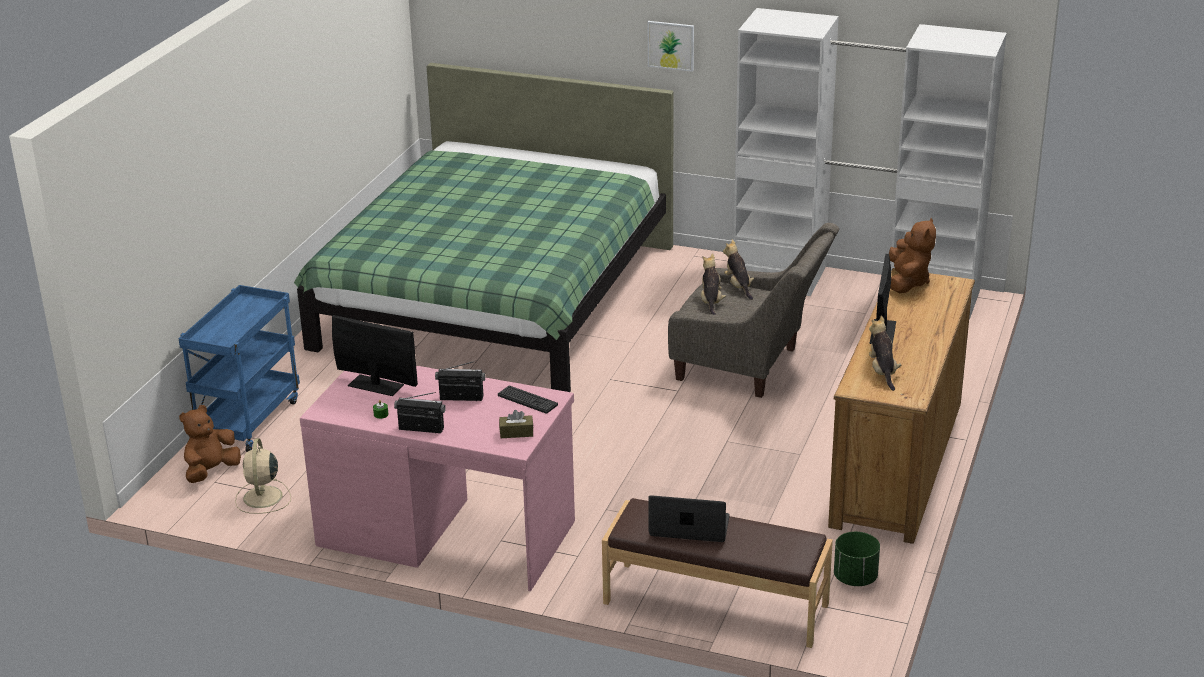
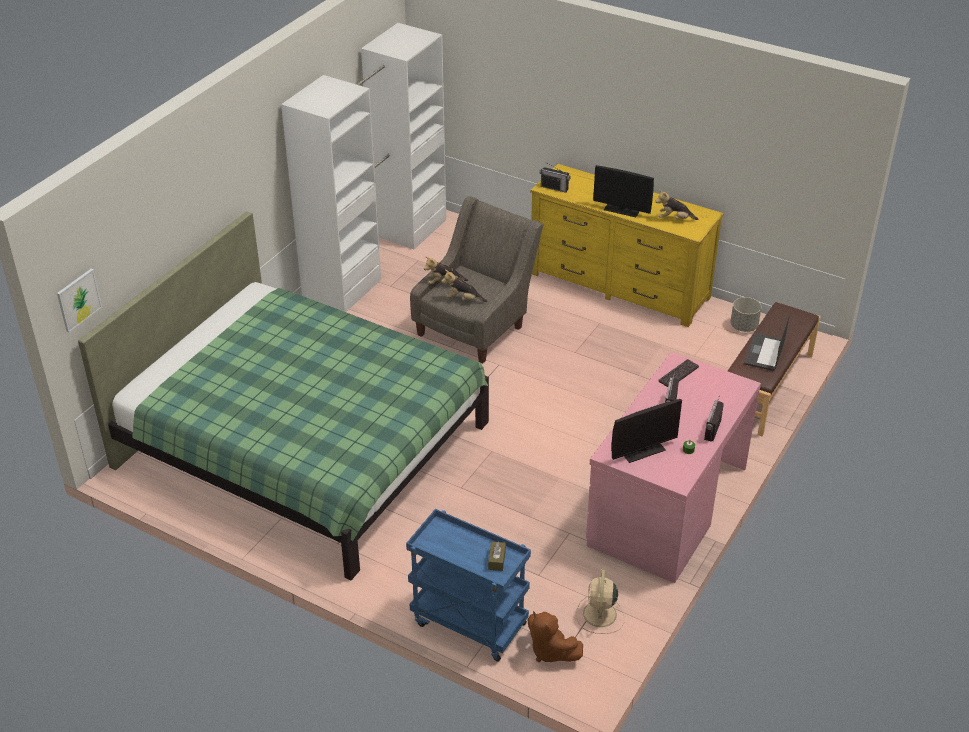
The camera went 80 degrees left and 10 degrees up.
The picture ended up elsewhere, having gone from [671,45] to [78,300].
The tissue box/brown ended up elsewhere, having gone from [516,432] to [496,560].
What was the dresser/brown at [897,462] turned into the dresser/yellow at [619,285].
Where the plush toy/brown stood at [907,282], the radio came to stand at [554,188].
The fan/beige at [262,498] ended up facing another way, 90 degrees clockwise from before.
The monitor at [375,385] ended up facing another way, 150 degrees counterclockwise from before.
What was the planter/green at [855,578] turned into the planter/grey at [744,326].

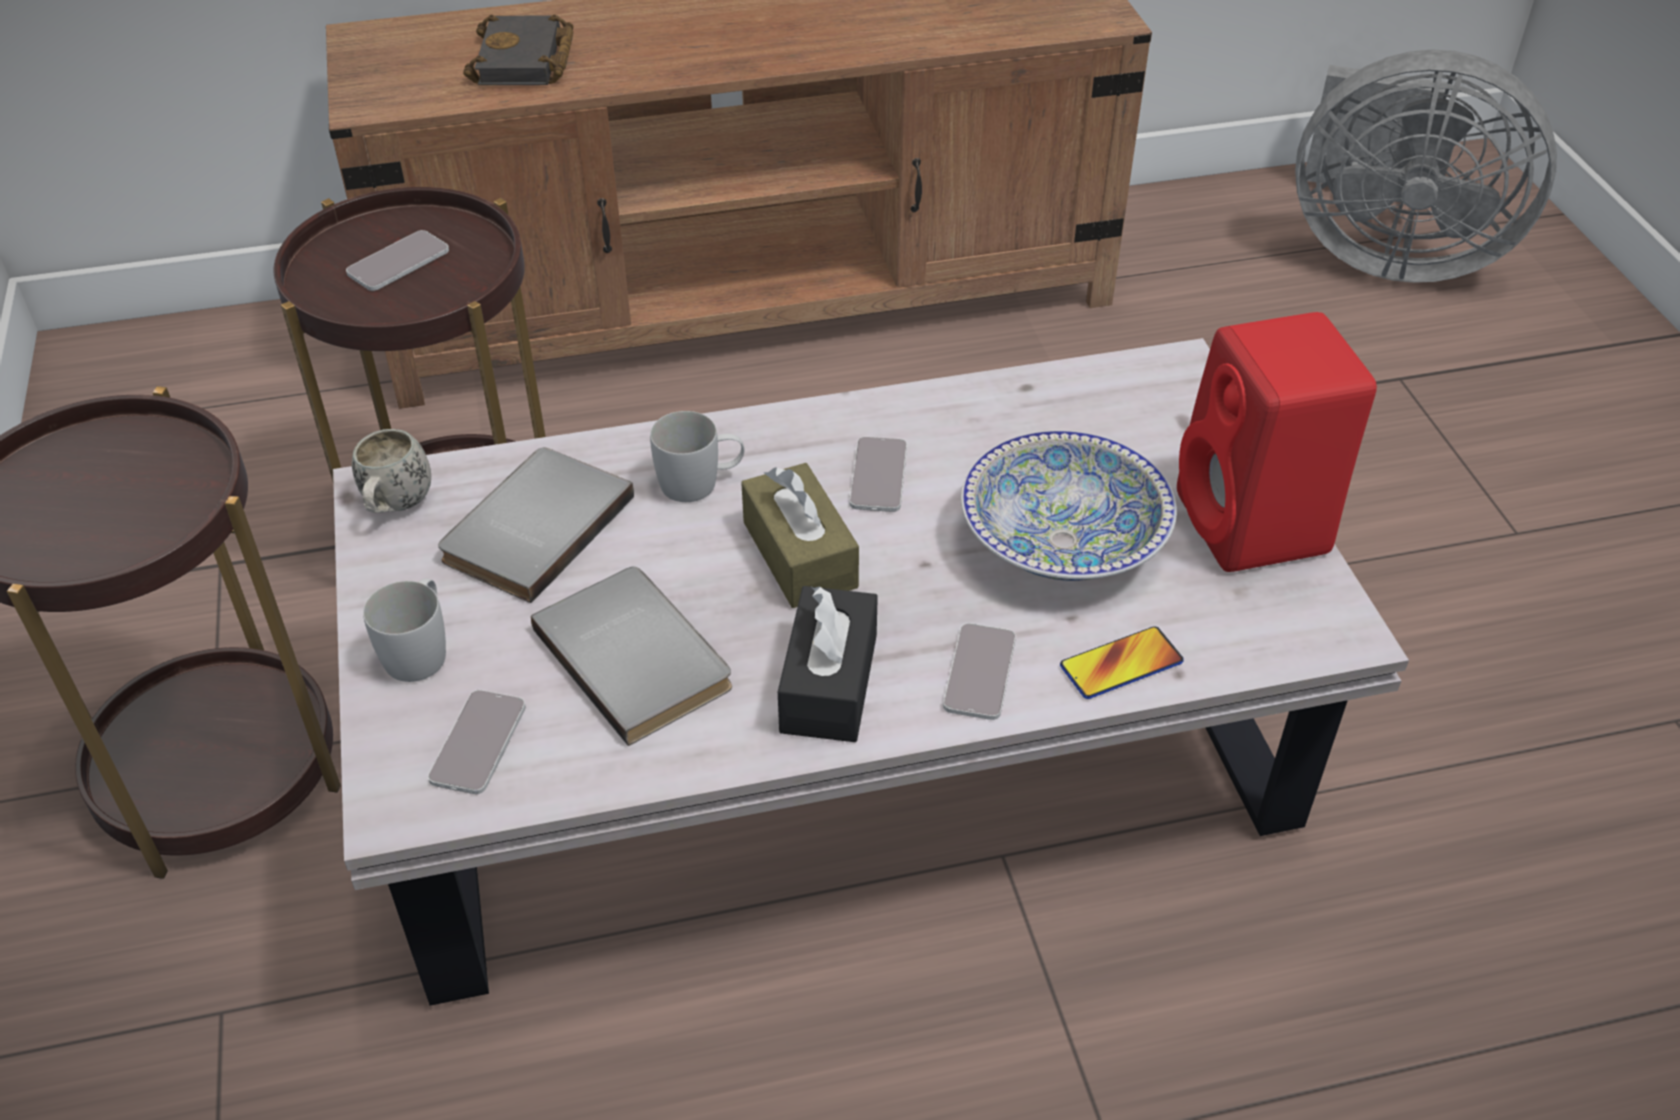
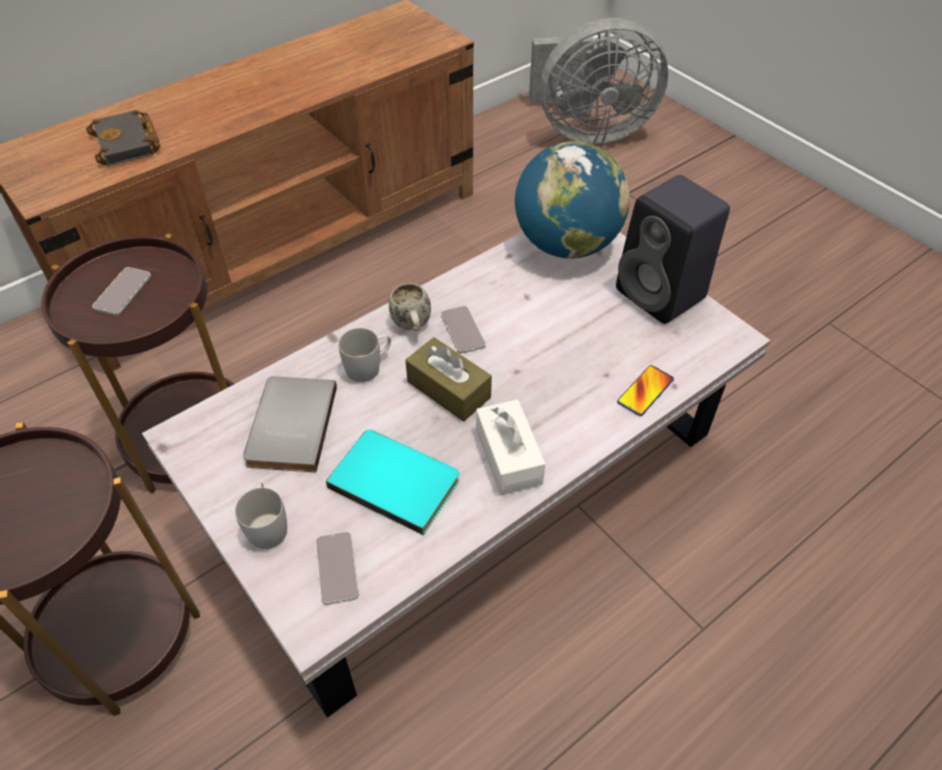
The camera went 25 degrees left and 5 degrees up.
What was the book/grey at [638,656] turned into the book/turquoise at [396,480].
The mug/white ended up elsewhere, having gone from [395,507] to [413,326].
What was the tissue box/black at [829,683] turned into the tissue box/white at [508,457].
The second view gained the globe at [566,244].
What was the speaker/red at [1255,526] turned into the speaker/black at [663,295].
The second view lost the phone at [979,673].
The second view lost the bowl at [1063,542].

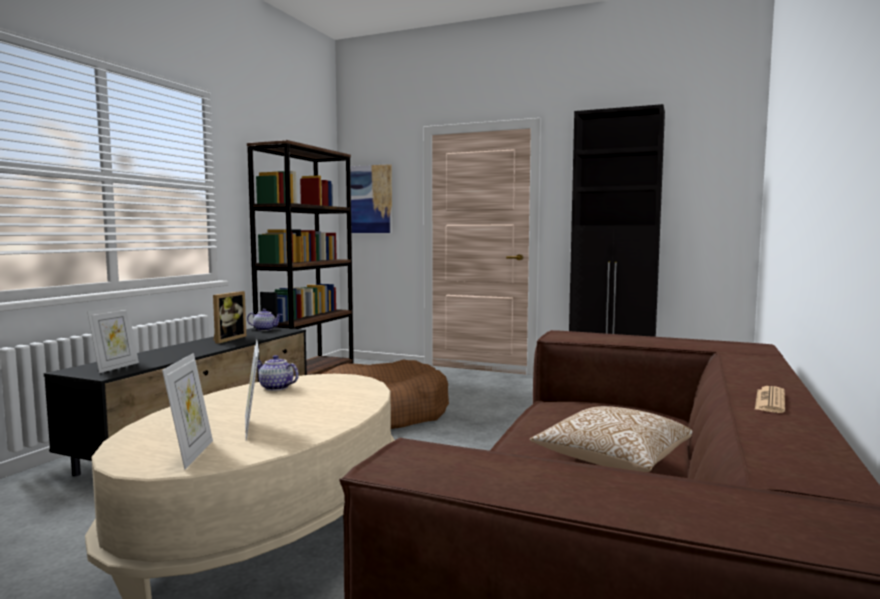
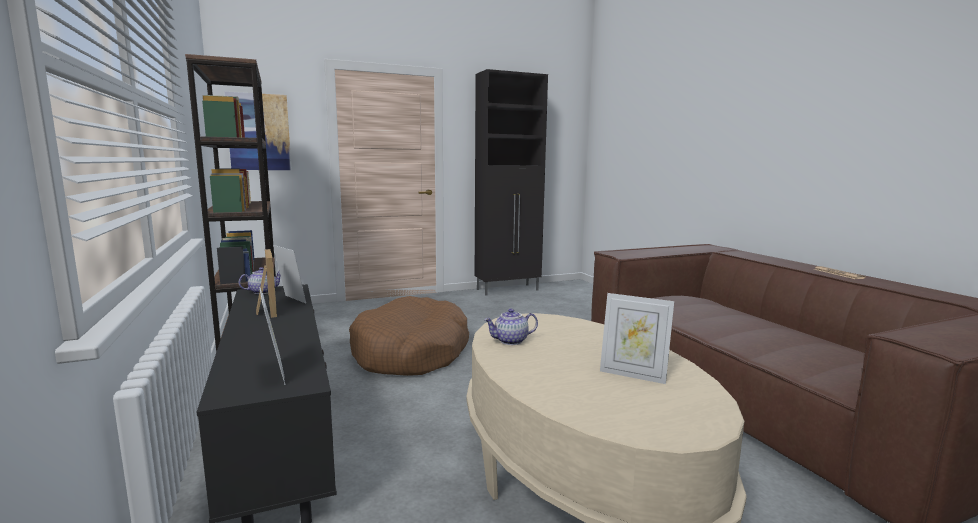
The camera went 45 degrees left and 5 degrees up.
The picture frame ended up elsewhere, having gone from [191,454] to [291,300].
The second view lost the pillow at [612,460].

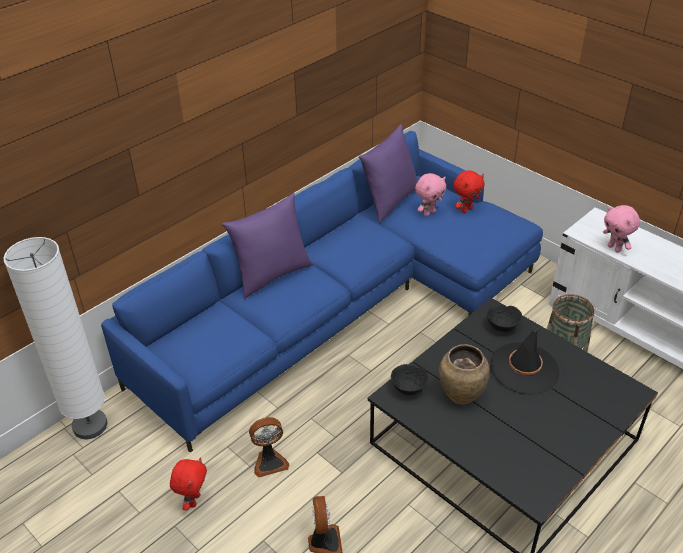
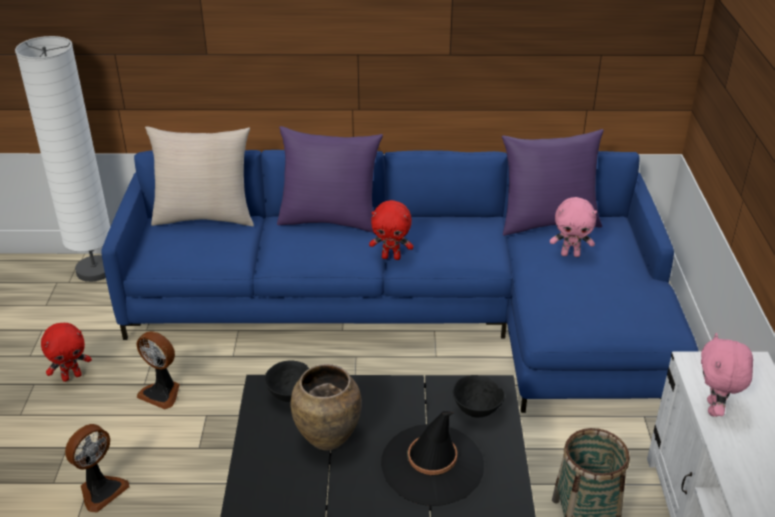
The camera went 45 degrees right and 5 degrees down.
The second view gained the pillow/beige at [205,217].
The plush toy/red ended up elsewhere, having gone from [466,209] to [391,257].

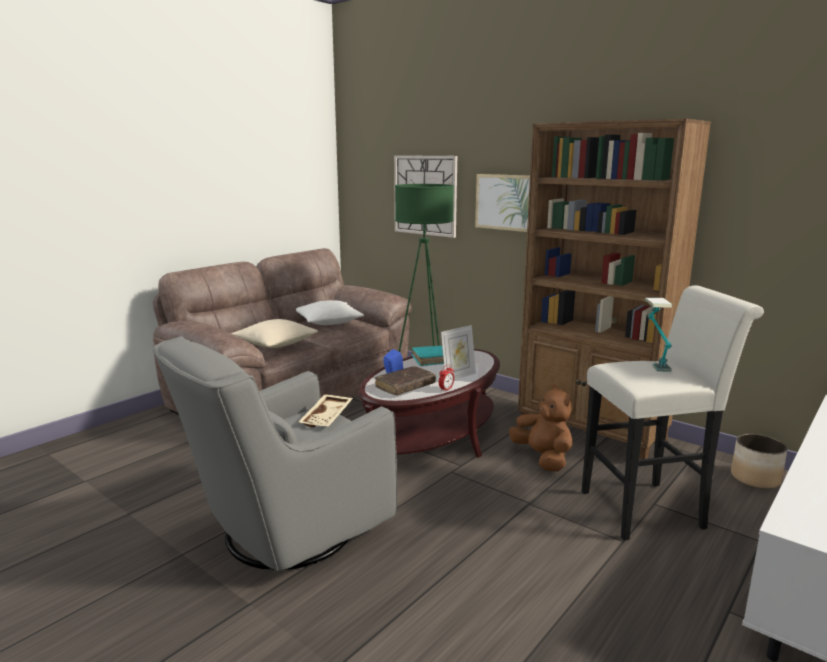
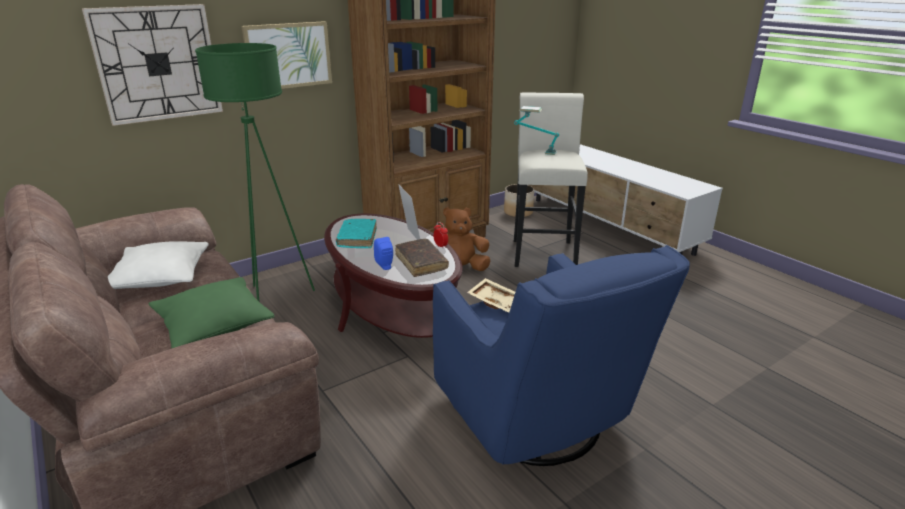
The camera went 75 degrees left and 10 degrees up.
What was the pillow/beige at [275,343] turned into the pillow/green at [214,325].
What was the armchair/grey at [284,532] turned into the armchair/blue at [538,422].

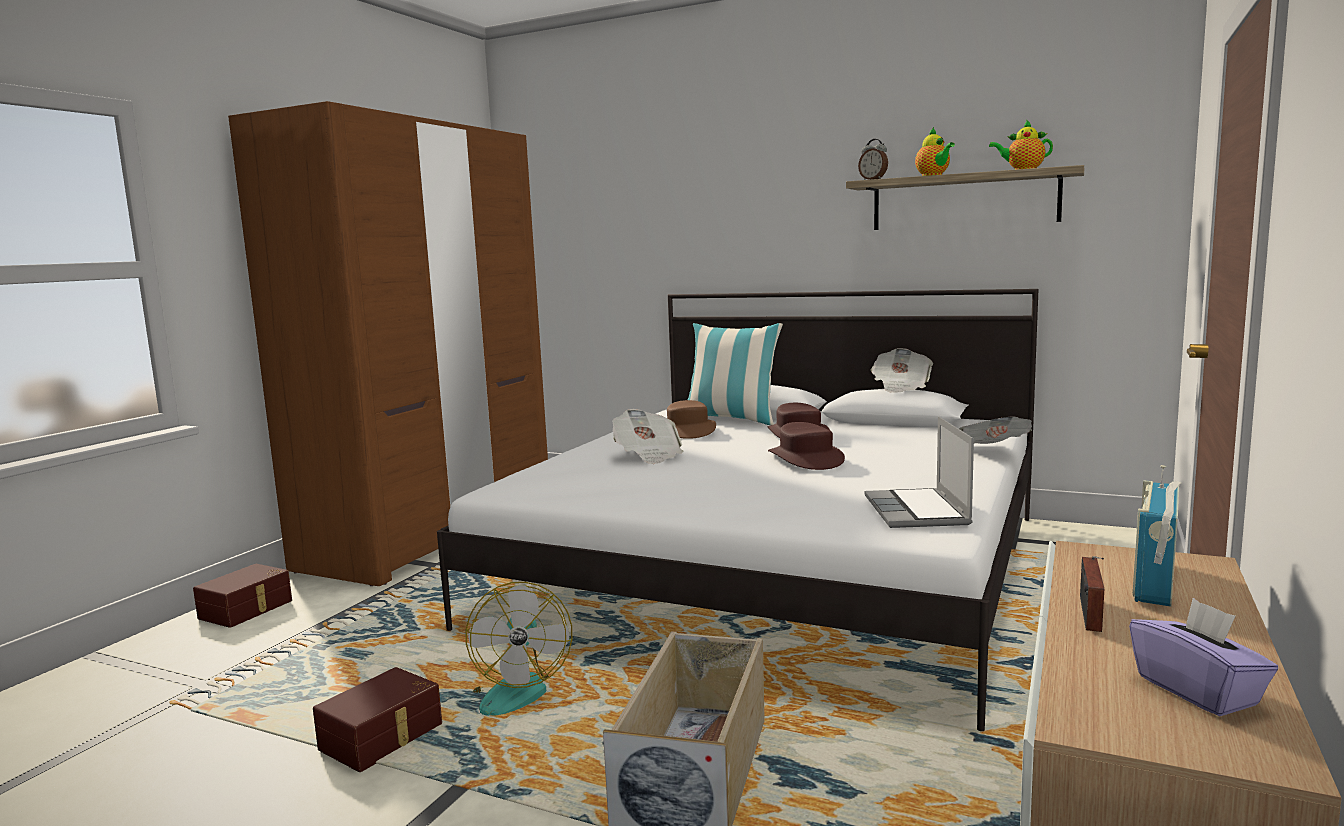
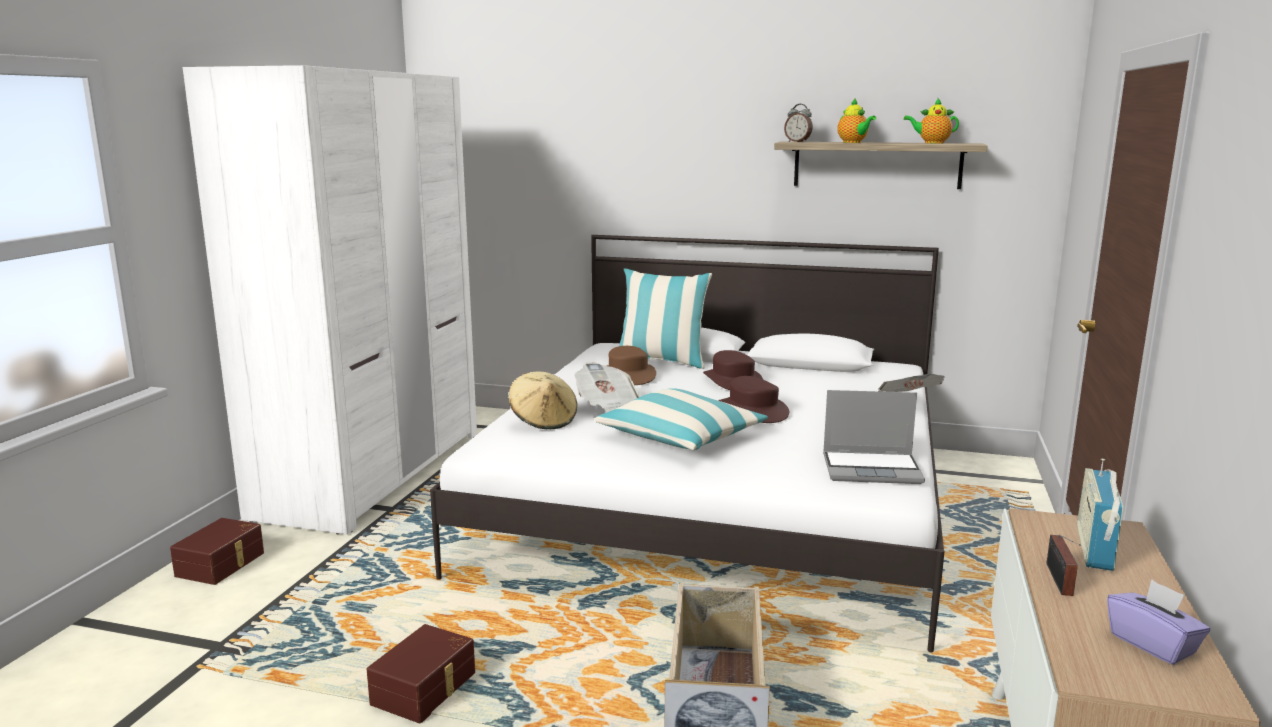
The camera went 10 degrees left and 5 degrees up.
What was the wardrobe/brown at [433,533] turned into the wardrobe/white at [373,473].
The second view gained the hat/beige at [543,421].
The second view gained the pillow at [681,438].
The laptop at [918,511] ended up facing another way, 75 degrees counterclockwise from before.
The second view lost the fan at [514,690].
The second view lost the newspaper at [900,387].

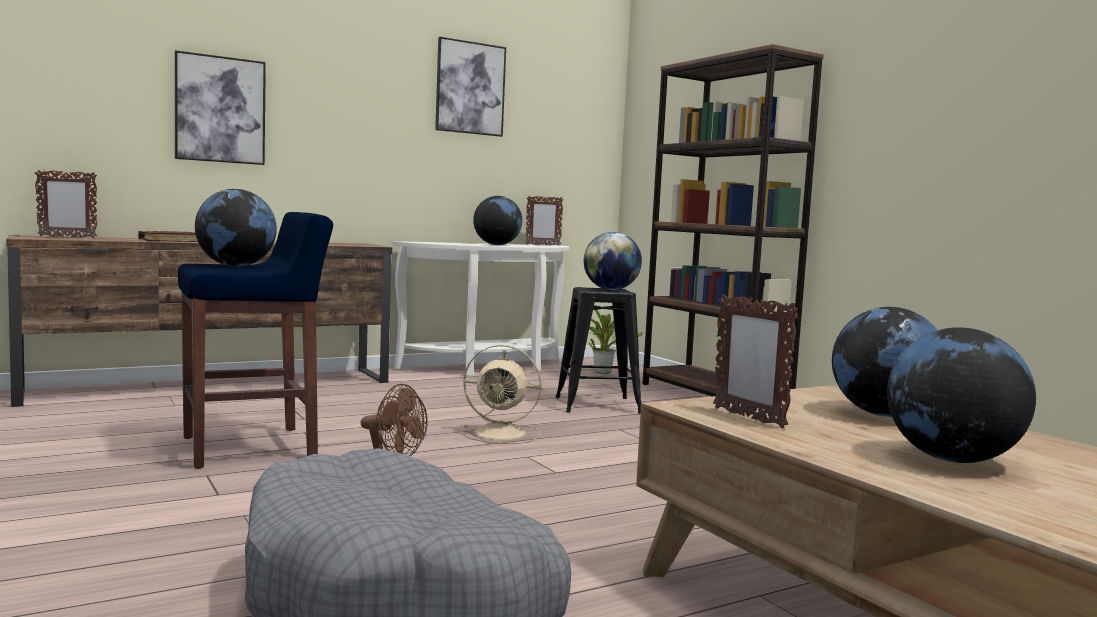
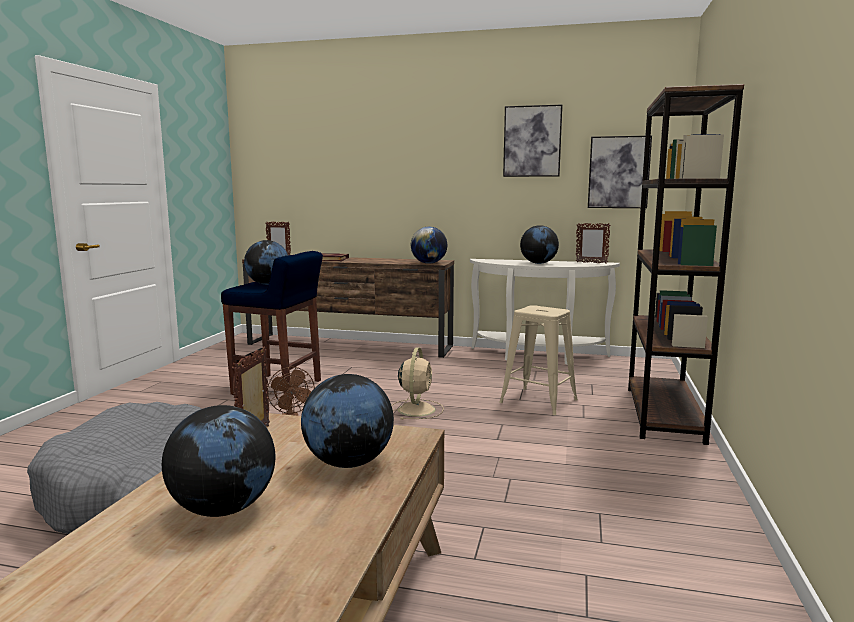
The camera went 45 degrees right and 5 degrees up.
The fan/beige at [502,434] ended up facing another way, 135 degrees counterclockwise from before.
The globe ended up elsewhere, having gone from [611,289] to [428,263].
What was the stool/black at [597,405] turned into the stool/beige at [538,401].
The picture ended up elsewhere, having gone from [220,109] to [618,172].
The second view lost the potted plant at [602,372].

